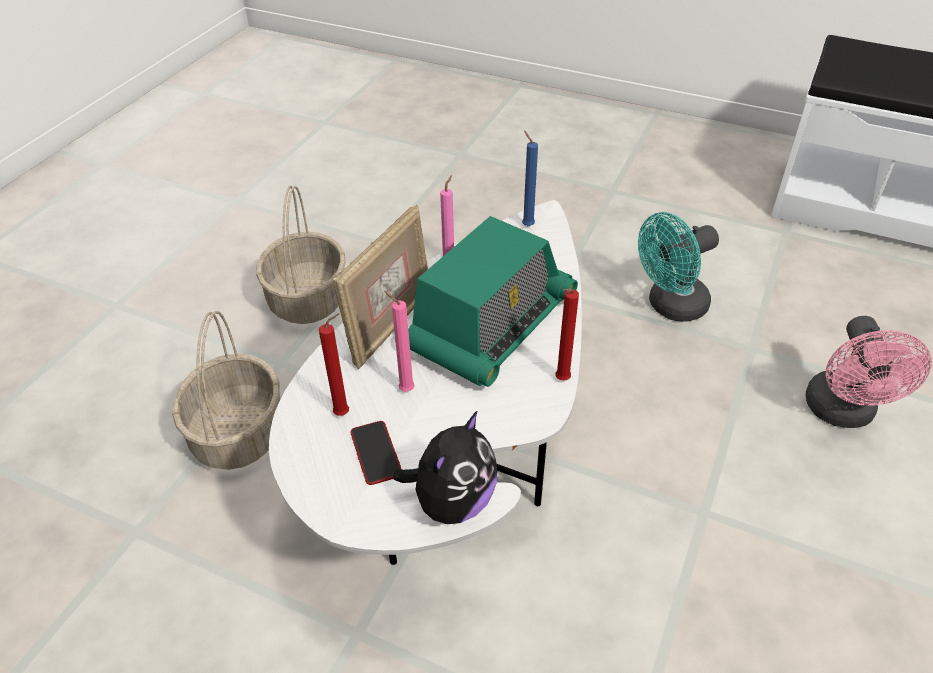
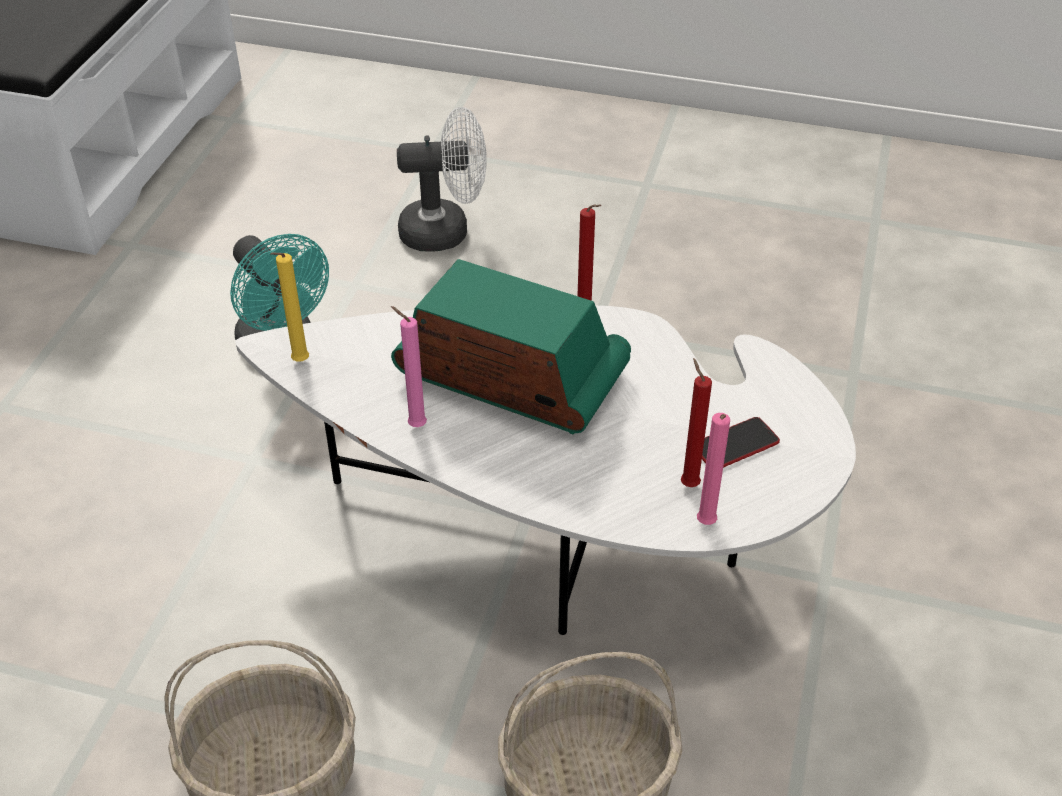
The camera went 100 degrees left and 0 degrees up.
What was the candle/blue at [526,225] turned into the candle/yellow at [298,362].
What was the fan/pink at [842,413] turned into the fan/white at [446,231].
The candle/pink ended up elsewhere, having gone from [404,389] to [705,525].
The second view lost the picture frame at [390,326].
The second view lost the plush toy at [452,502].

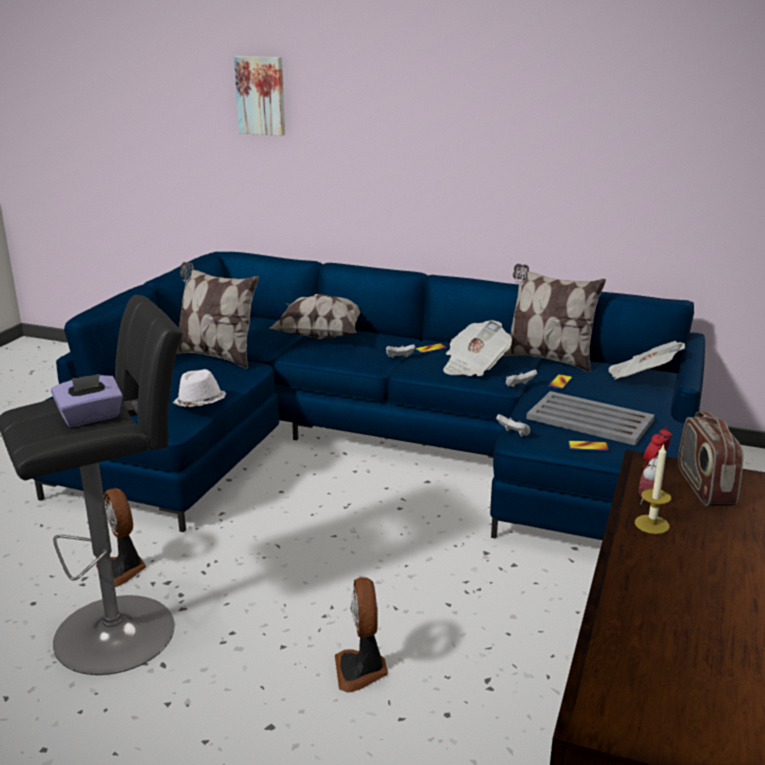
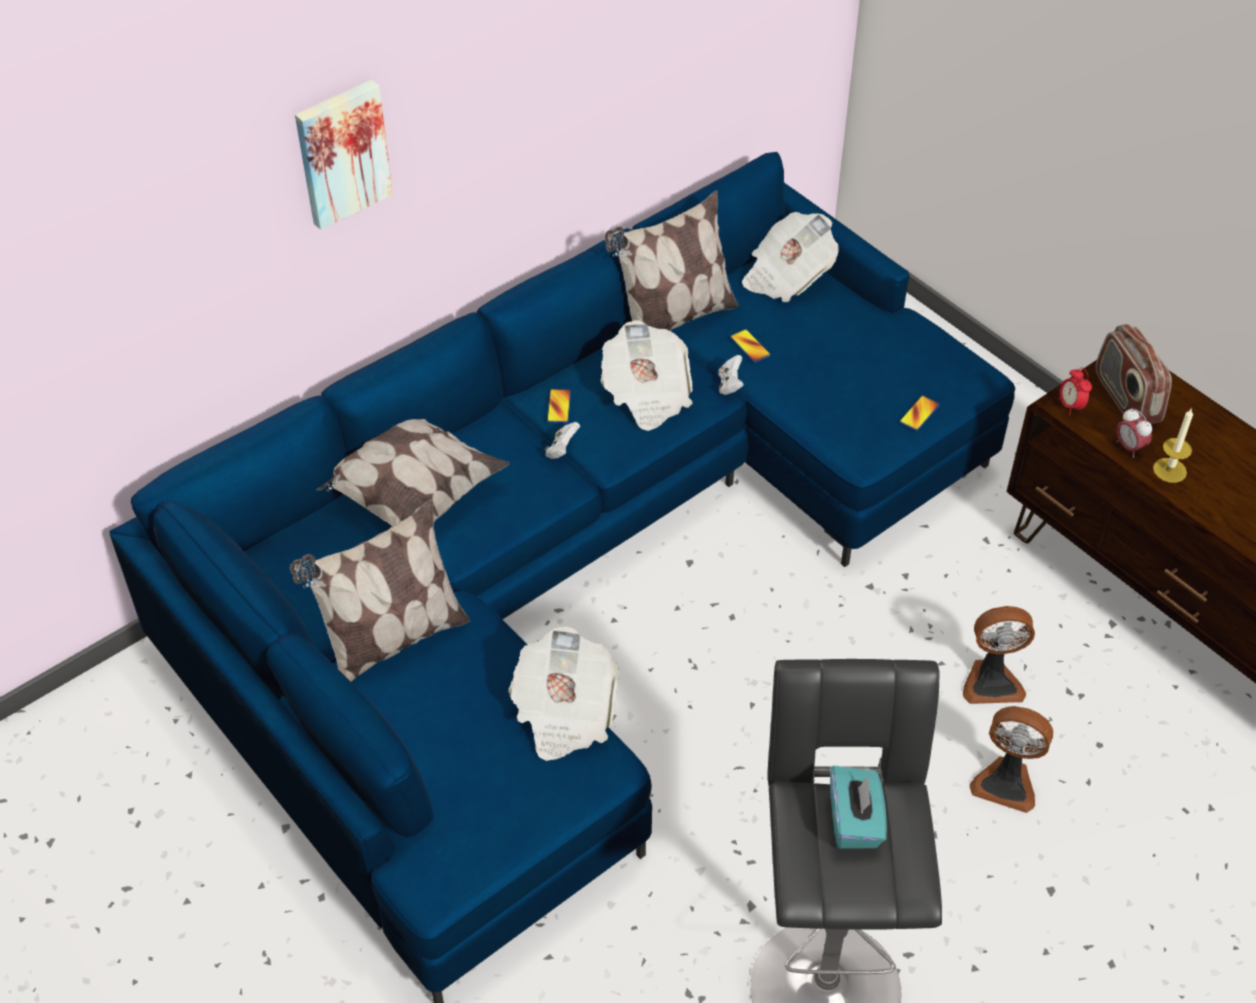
The camera went 60 degrees left and 25 degrees up.
The picture ended up elsewhere, having gone from [261,95] to [342,152].
Where the hat/white stood at [200,404], the newspaper came to stand at [564,713].
What was the tissue box/purple at [90,417] turned into the tissue box/turquoise at [855,822].
The fan ended up elsewhere, having gone from [123,569] to [991,681].
The radio at [704,487] ended up facing another way, 45 degrees clockwise from before.
The second view lost the game controller/white at [514,434].
The second view lost the tray/grey at [588,419].

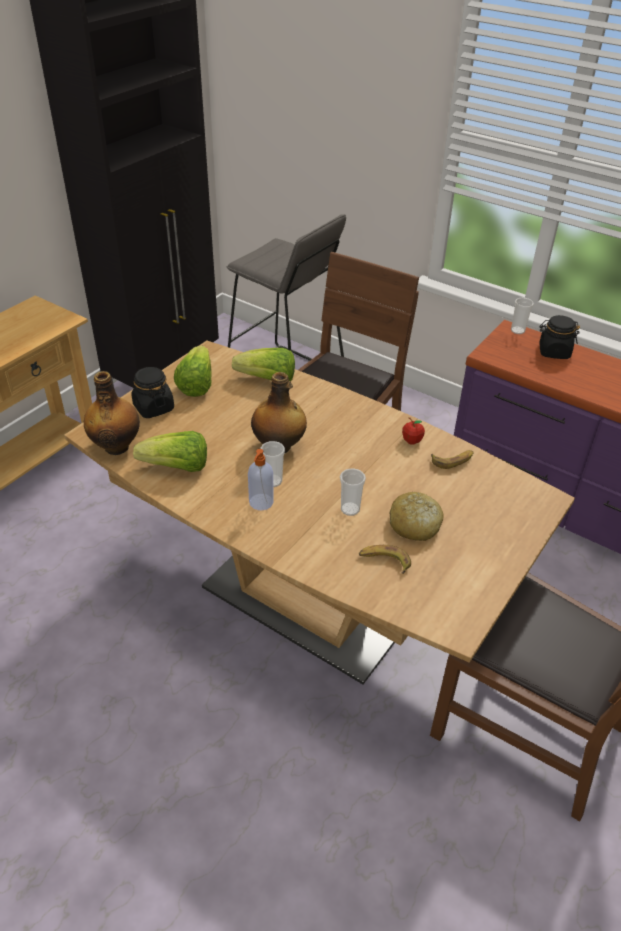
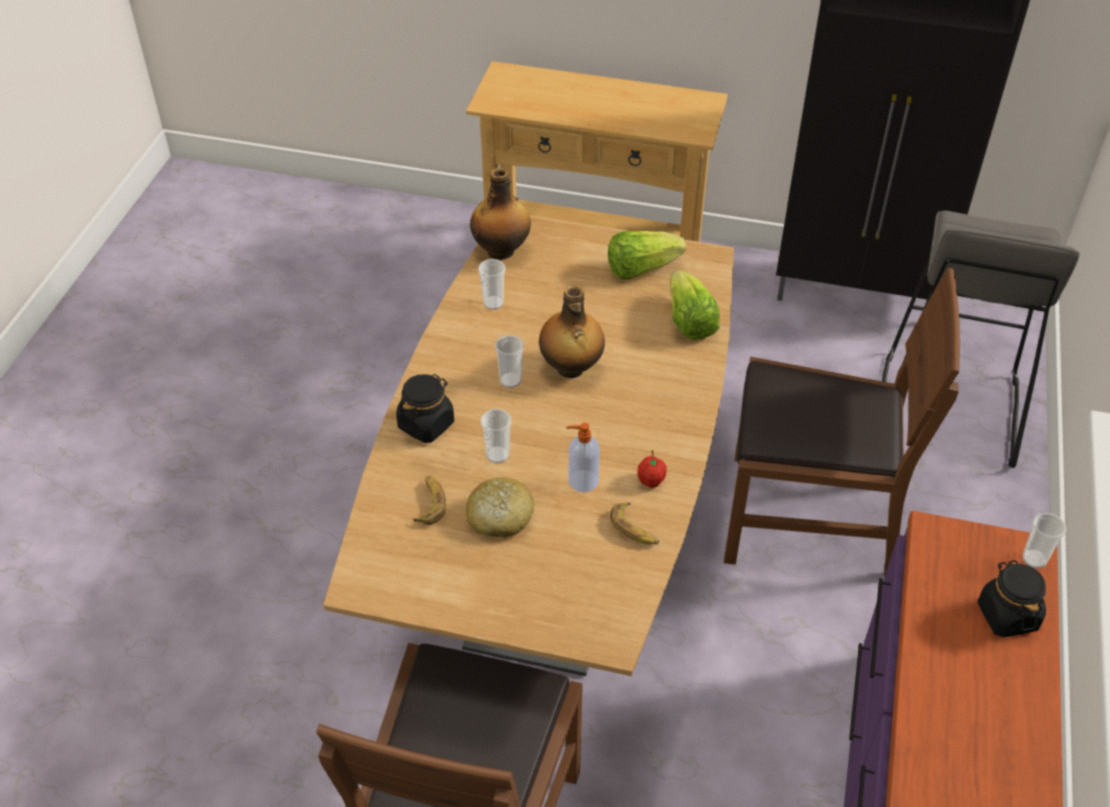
The camera went 70 degrees right and 5 degrees up.
The jar/black ended up elsewhere, having gone from [153,407] to [426,424].
Where the lettuce stood at [177,467], the cup came to stand at [493,303].
The soap dispenser ended up elsewhere, having gone from [261,503] to [582,481].

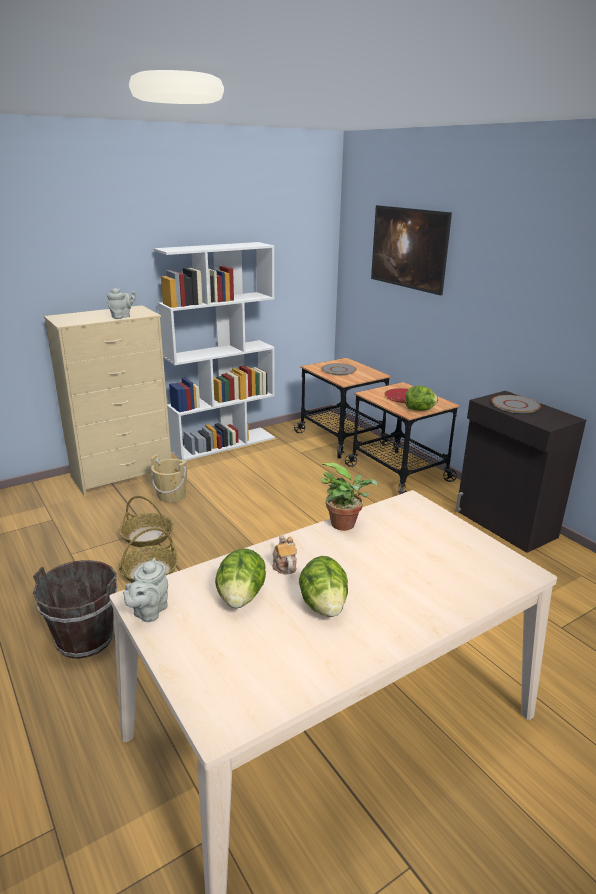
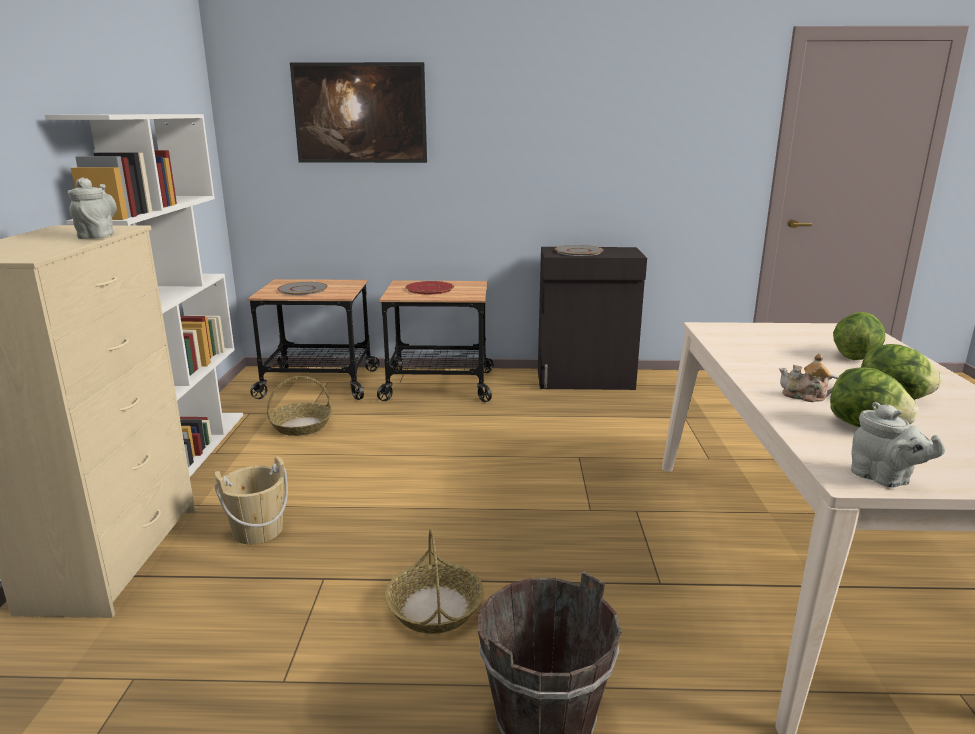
The camera went 55 degrees left and 5 degrees down.
The basket ended up elsewhere, having gone from [148,536] to [301,425].
The lettuce ended up elsewhere, having gone from [420,410] to [854,357].
The second view lost the potted plant at [346,525].

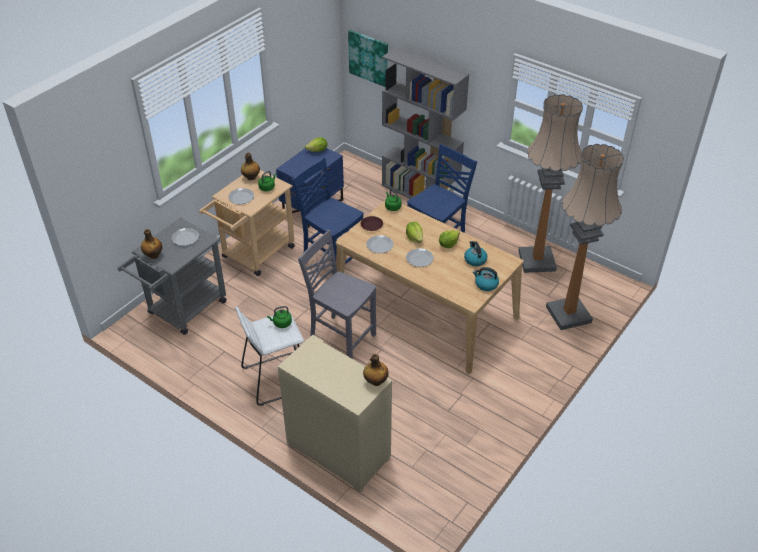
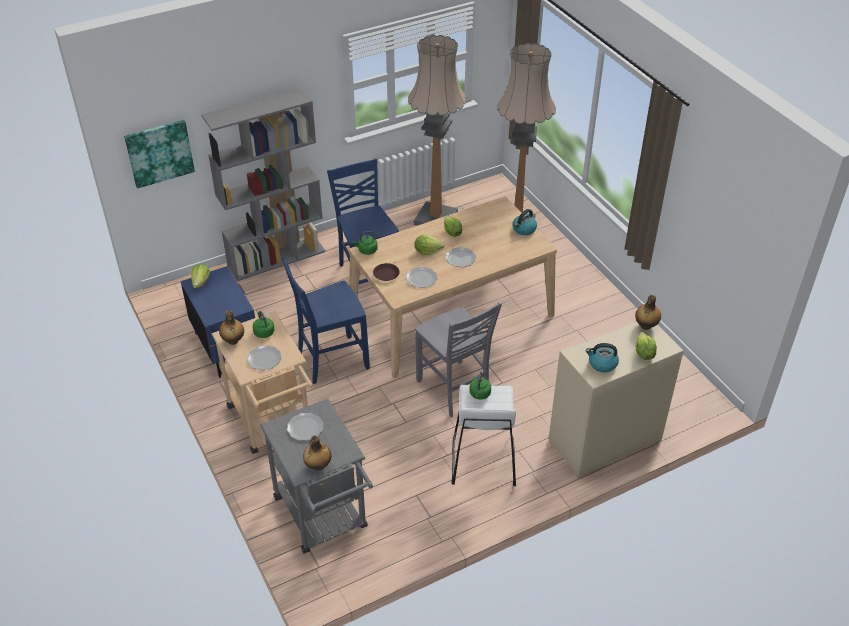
The camera went 65 degrees left and 0 degrees up.
The chair/grey at [341,338] ended up facing another way, 90 degrees counterclockwise from before.
The kettle ended up elsewhere, having gone from [475,260] to [602,364].
The second view gained the lettuce at [643,353].

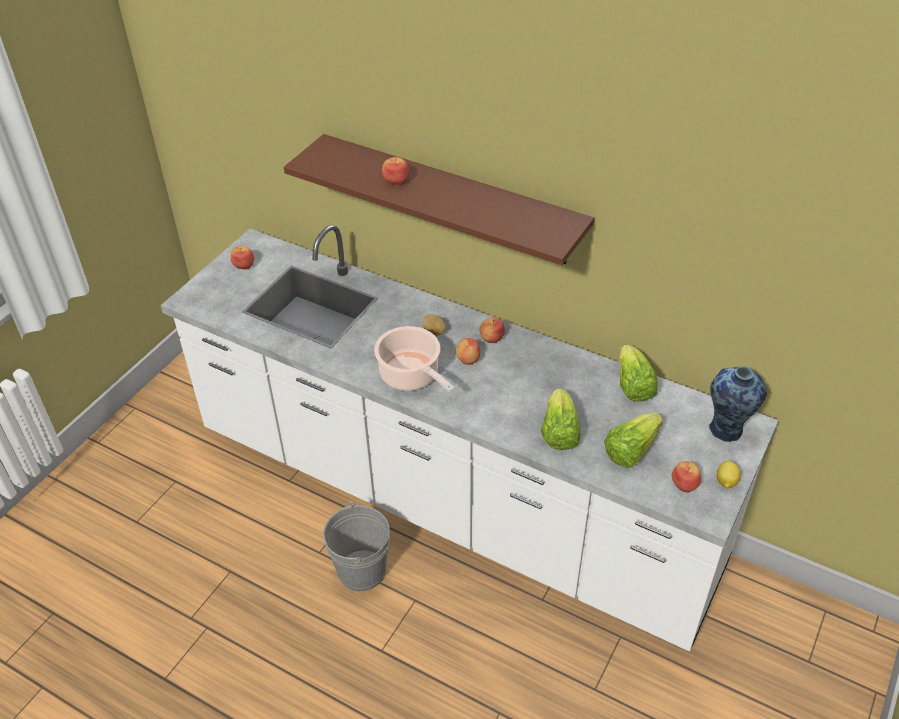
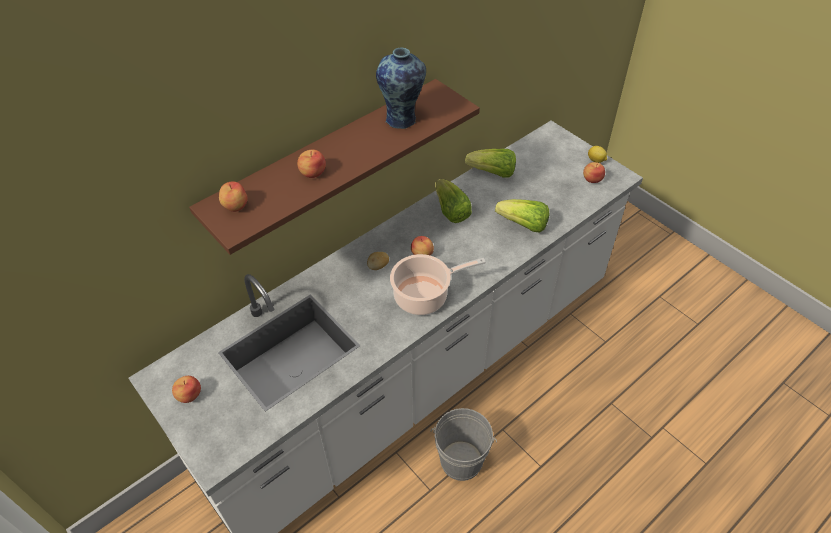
The camera went 70 degrees left and 5 degrees up.
The apple ended up elsewhere, having gone from [491,338] to [235,206].
The vase ended up elsewhere, having gone from [726,431] to [402,119].
The lettuce ended up elsewhere, having gone from [631,450] to [451,211].

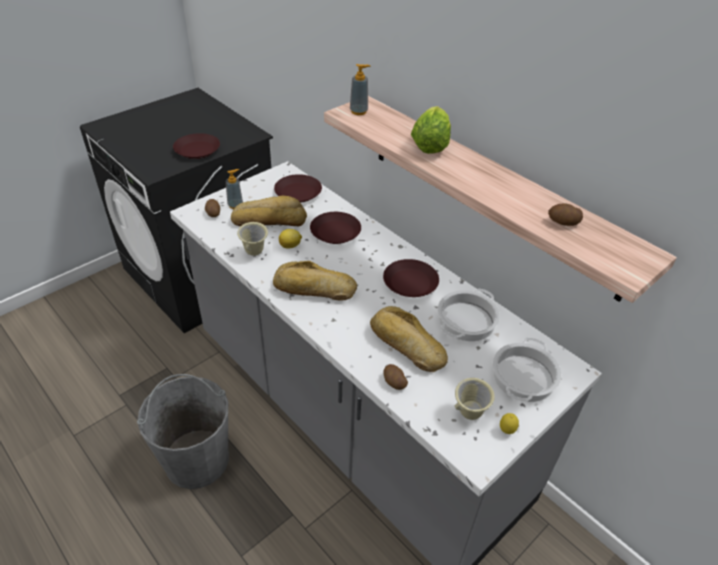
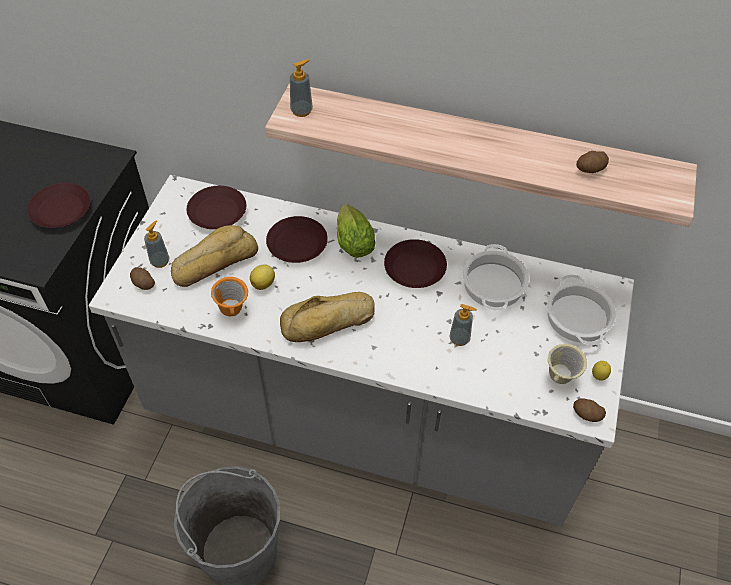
The camera went 30 degrees left and 10 degrees up.
What was the mug/beige at [255,253] turned into the mug/orange at [233,312].
The lettuce ended up elsewhere, having gone from [431,144] to [353,241].
Where the bread stood at [406,345], the soap dispenser came to stand at [459,339].
The potato ended up elsewhere, having gone from [394,382] to [586,415].

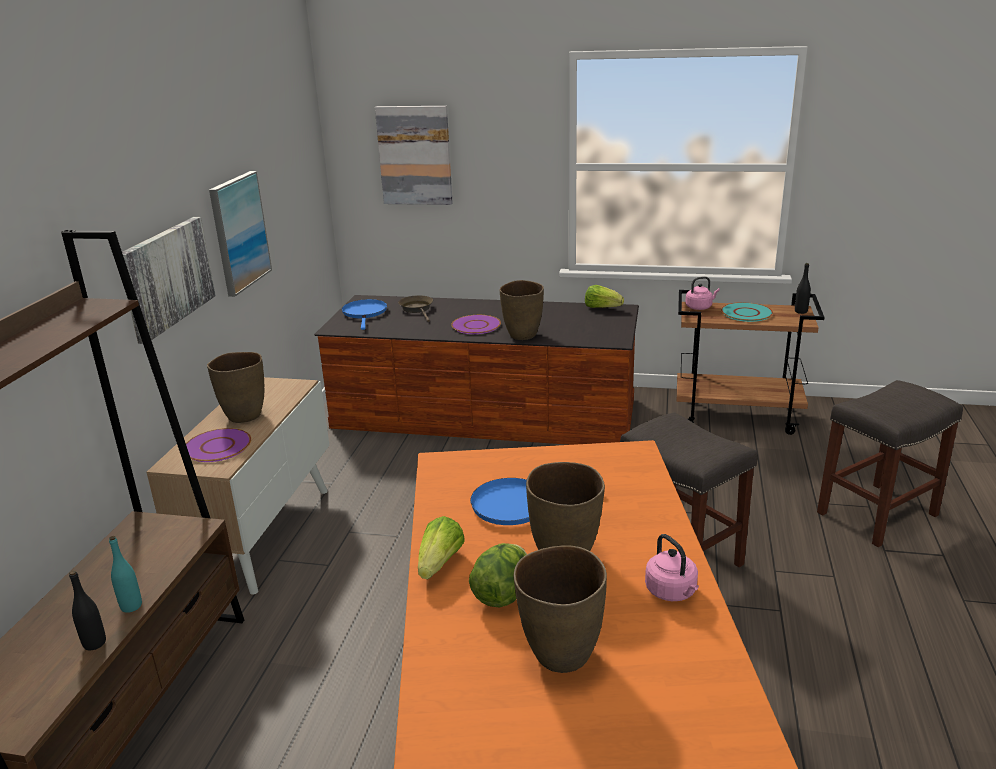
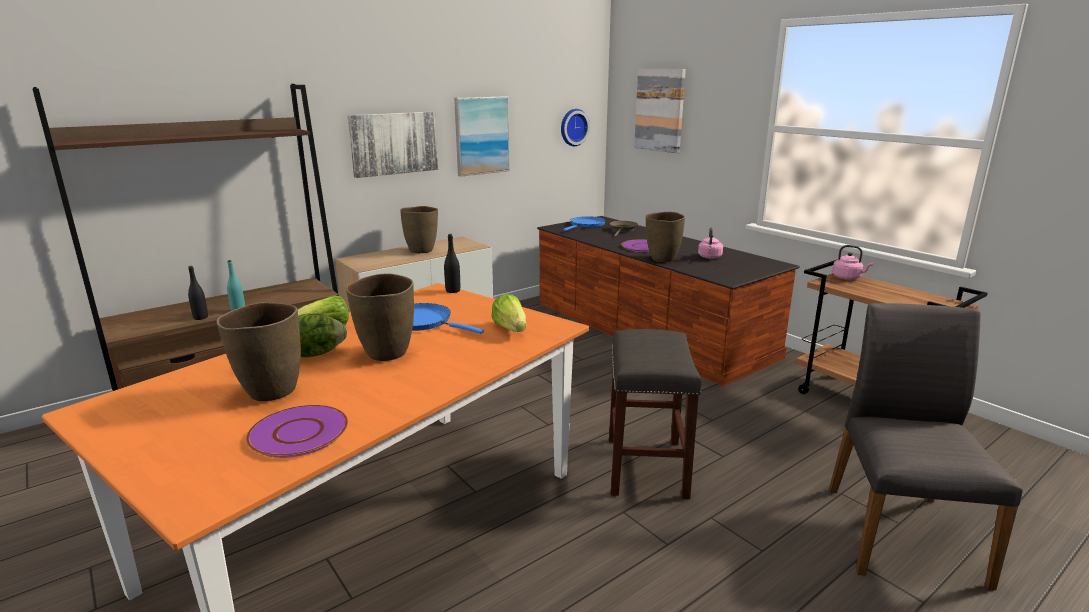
The camera went 40 degrees right and 5 degrees down.
The plate/purple ended up elsewhere, having gone from [217,446] to [298,432].
The bottle/black ended up elsewhere, having gone from [800,311] to [453,291].
The lettuce ended up elsewhere, having gone from [602,308] to [511,329].
The second view gained the wall clock at [573,127].
The kettle/pink ended up elsewhere, having gone from [672,592] to [709,257].
Where the stool/grey stood at [877,513], the chair/grey came to stand at [899,532].
The second view lost the plate/turquoise at [746,313].

